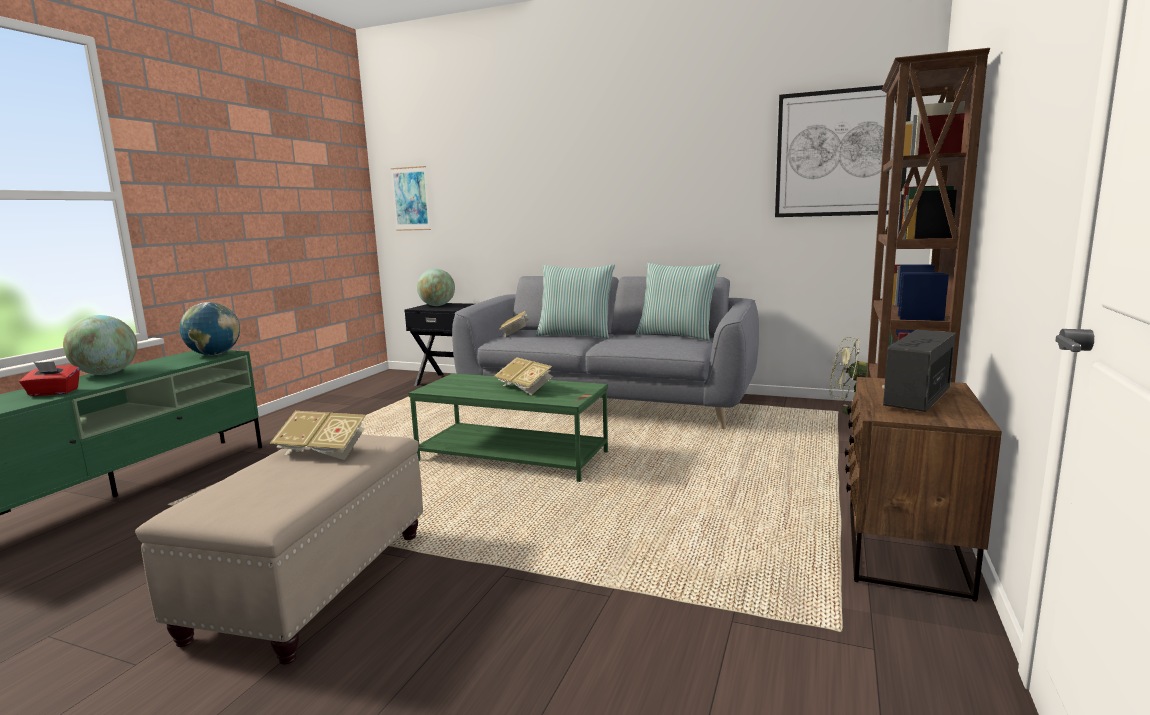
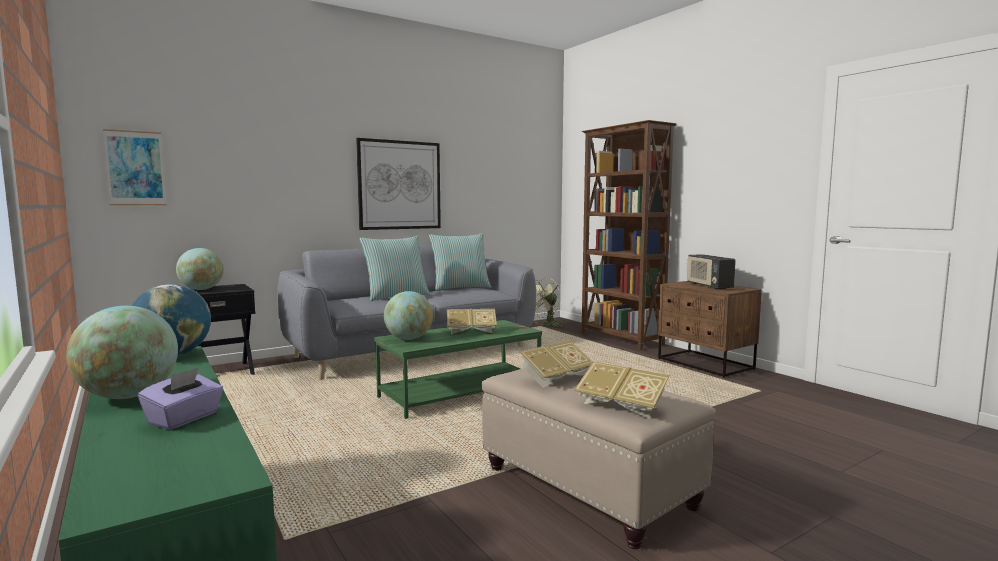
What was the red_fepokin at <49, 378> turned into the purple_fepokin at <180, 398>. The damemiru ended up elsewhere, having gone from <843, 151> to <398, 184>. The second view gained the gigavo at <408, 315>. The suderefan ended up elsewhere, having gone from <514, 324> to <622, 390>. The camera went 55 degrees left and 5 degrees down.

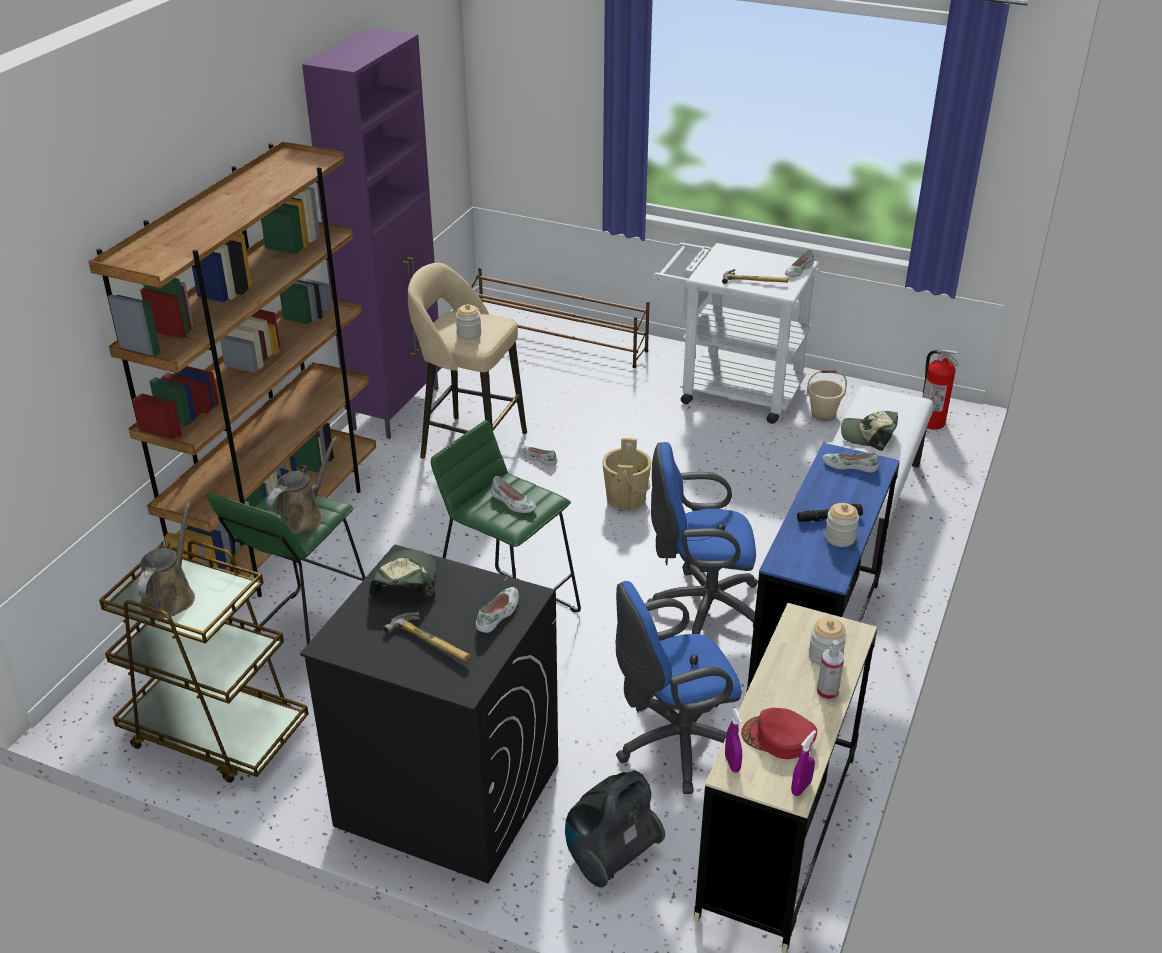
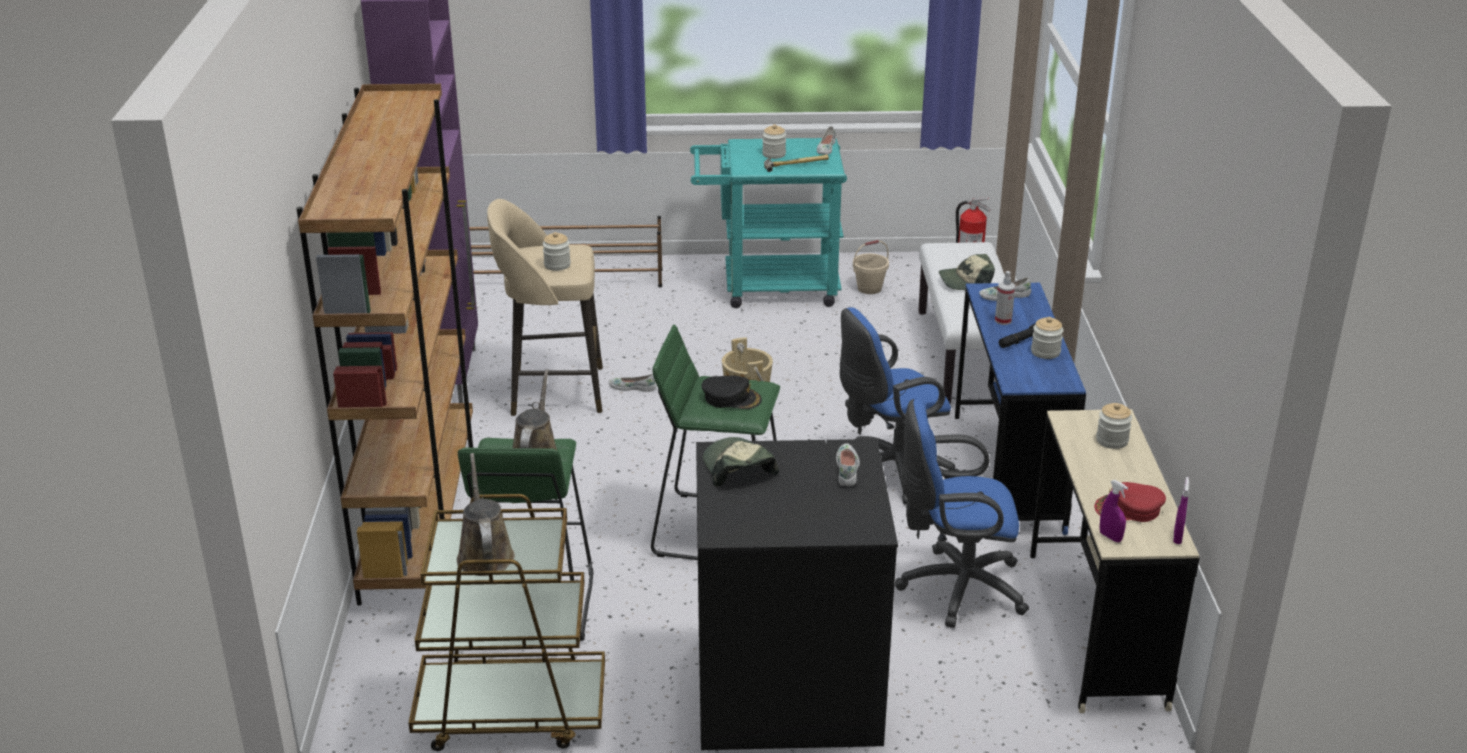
What was the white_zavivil at <735, 333> turned into the turquoise_zavivil at <768, 223>. Where the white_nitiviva stood at <513, 494>, the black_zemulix came to stand at <731, 392>. The second view gained the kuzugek at <774, 141>. The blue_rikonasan at <678, 687> ended up facing another way, 45 degrees clockwise from before. The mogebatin ended up elsewhere, having gone from <830, 670> to <1005, 298>. The second view lost the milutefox at <427, 637>. The second view lost the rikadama at <615, 829>. The camera went 25 degrees left and 5 degrees down.

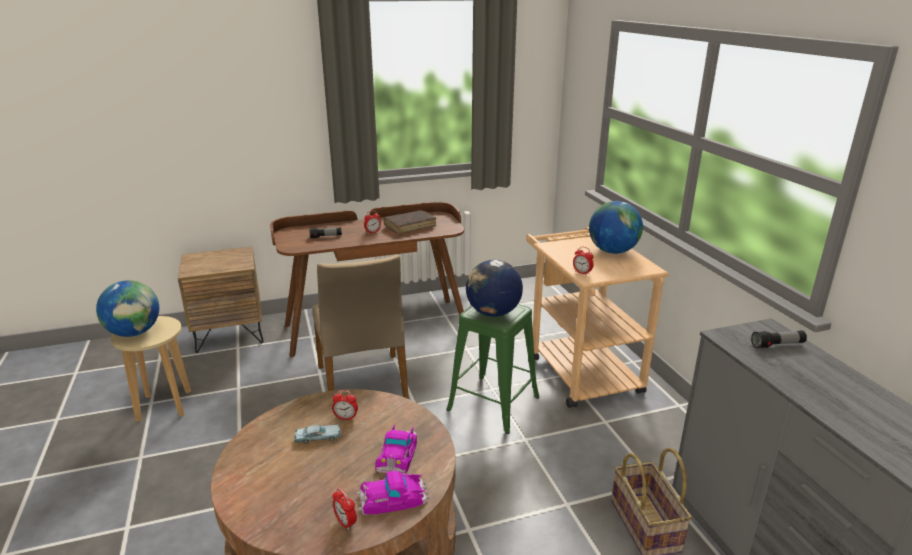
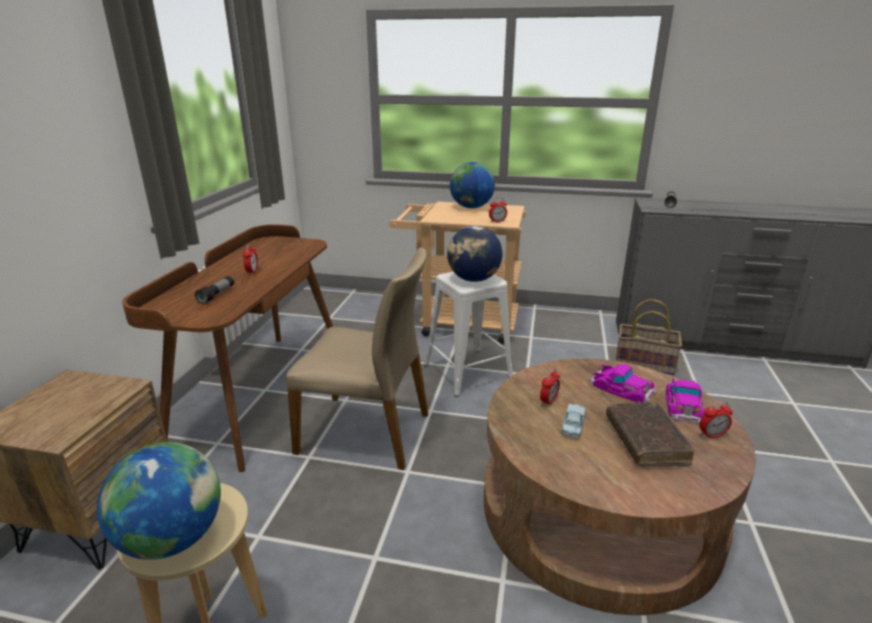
What was the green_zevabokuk at <492, 369> turned into the white_zevabokuk at <469, 334>. The brown_suderefan ended up elsewhere, having gone from <409, 223> to <650, 434>. The camera went 60 degrees left and 0 degrees up.

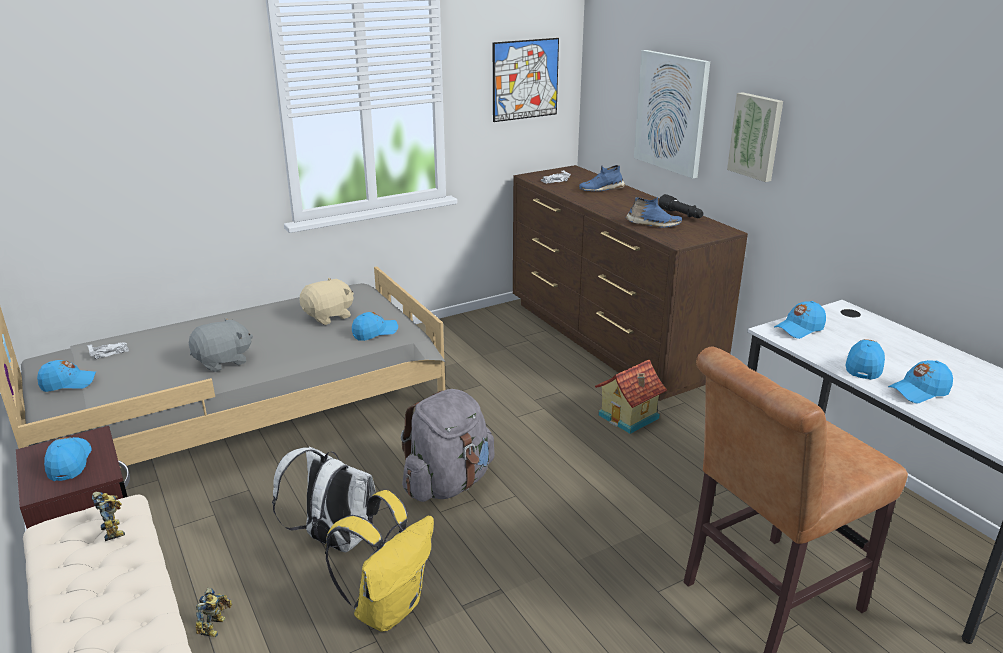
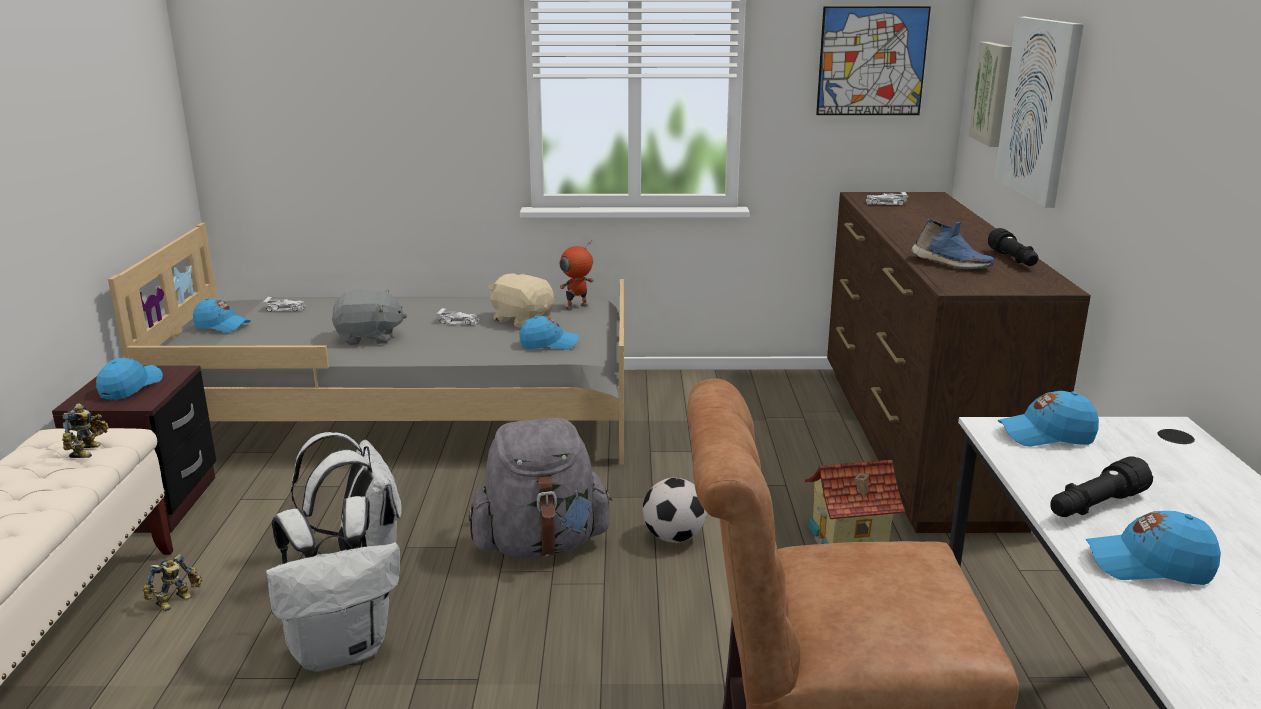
What was the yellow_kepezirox at <379, 561> turned into the white_kepezirox at <333, 584>. The second view gained the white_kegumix at <457, 316>. The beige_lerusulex at <327, 301> ended up facing another way, 135 degrees counterclockwise from before. The second view gained the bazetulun at <577, 275>. The second view gained the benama at <675, 510>. The damemiru ended up elsewhere, having gone from <755, 137> to <990, 94>. Where the blue_zemulix stood at <865, 359>, the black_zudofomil came to stand at <1101, 486>. The second view lost the blue_nitiviva at <602, 178>. The camera went 30 degrees right and 5 degrees down.

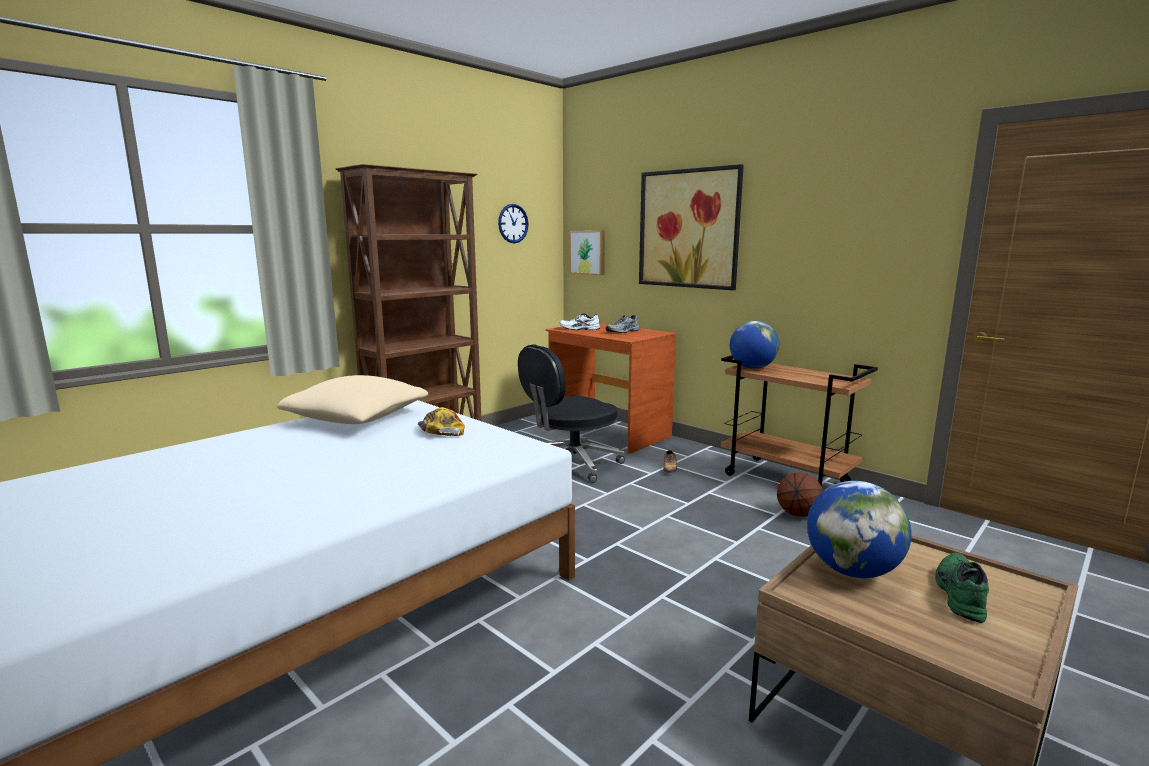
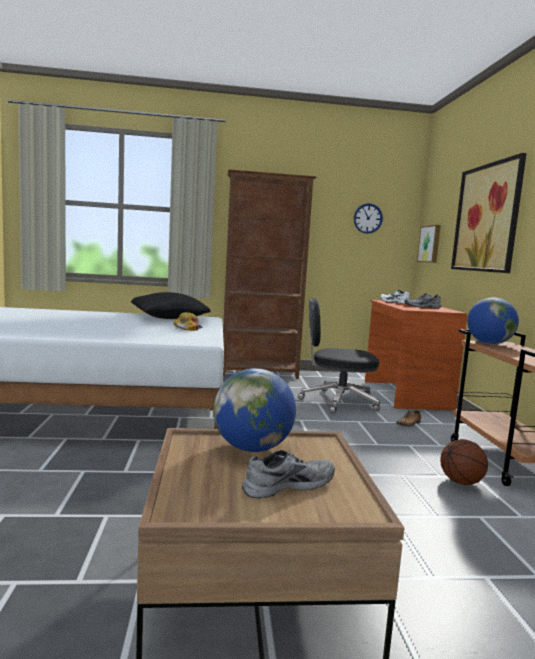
What was the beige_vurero at <352, 399> turned into the black_vurero at <171, 305>. What was the green_nitiviva at <962, 588> turned into the grey_nitiviva at <288, 474>. The camera went 40 degrees right and 5 degrees down.

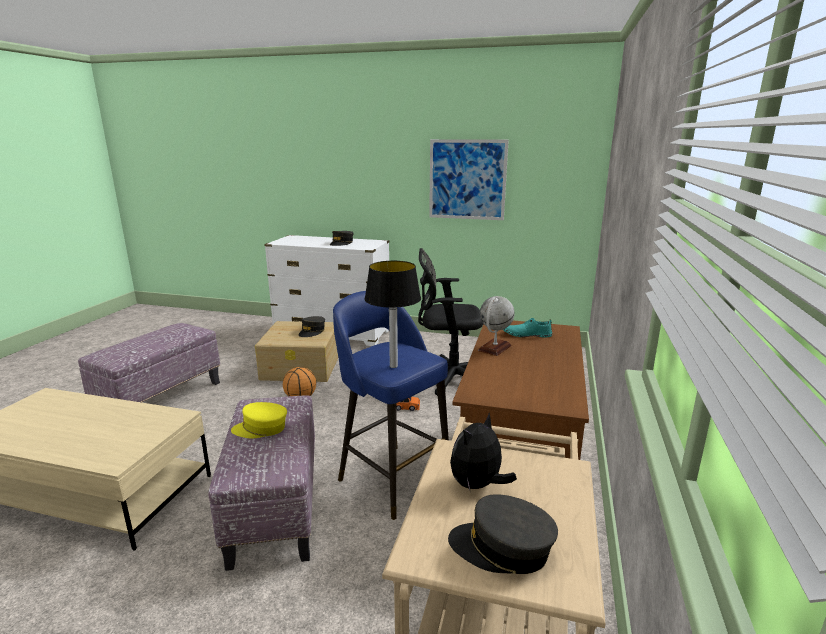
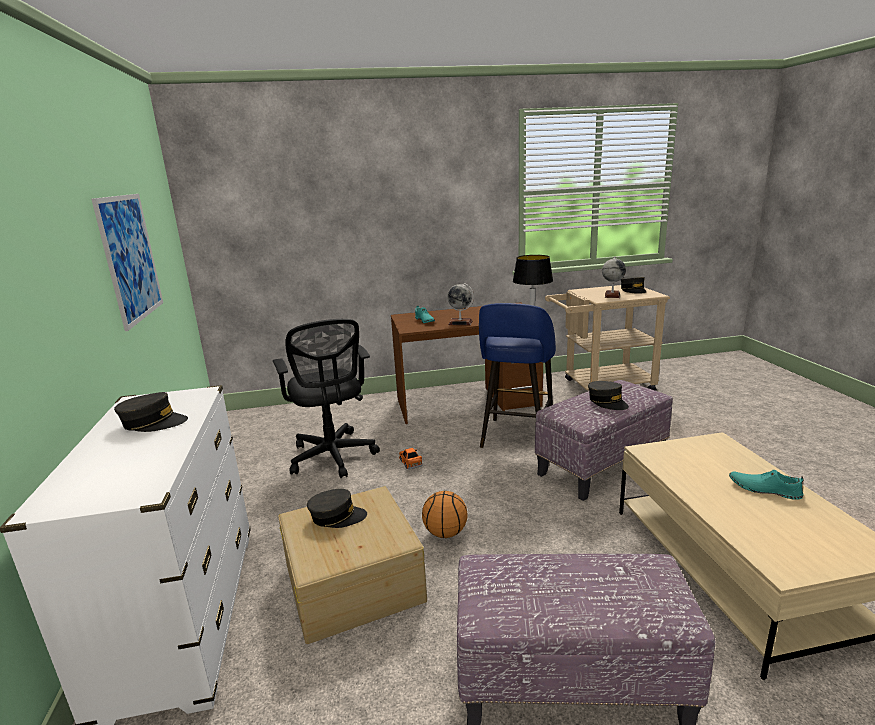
What was the yellow_zemulix at <259, 420> turned into the grey_zemulix at <608, 395>. Where the lerusulex stood at <483, 451>, the gigavo came to stand at <614, 277>. The second view gained the turquoise_nitiviva at <766, 485>. The camera went 115 degrees left and 0 degrees up.

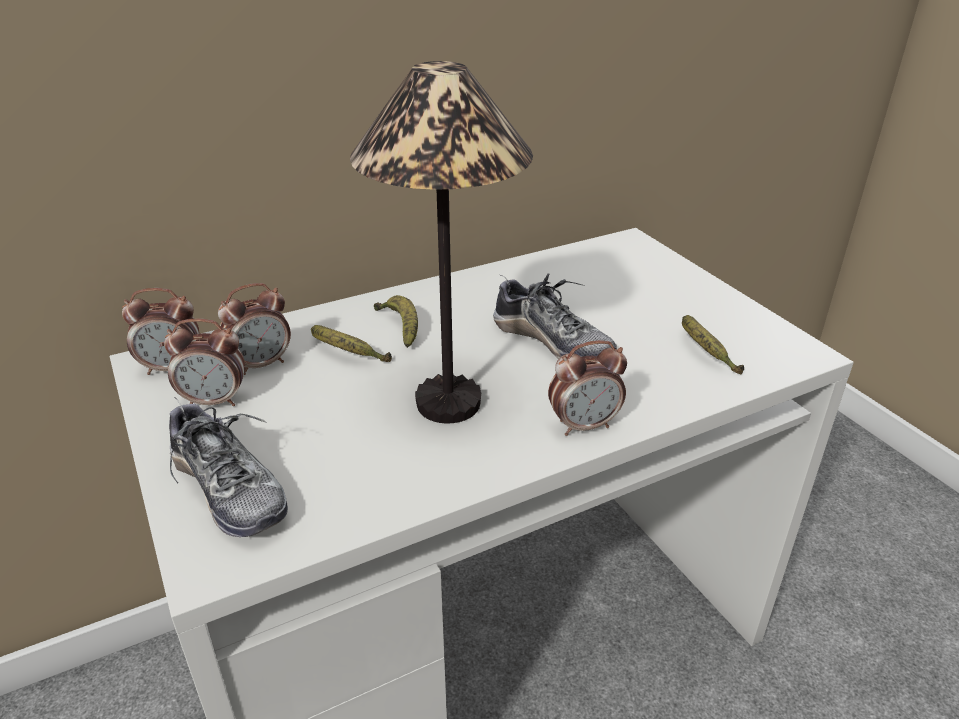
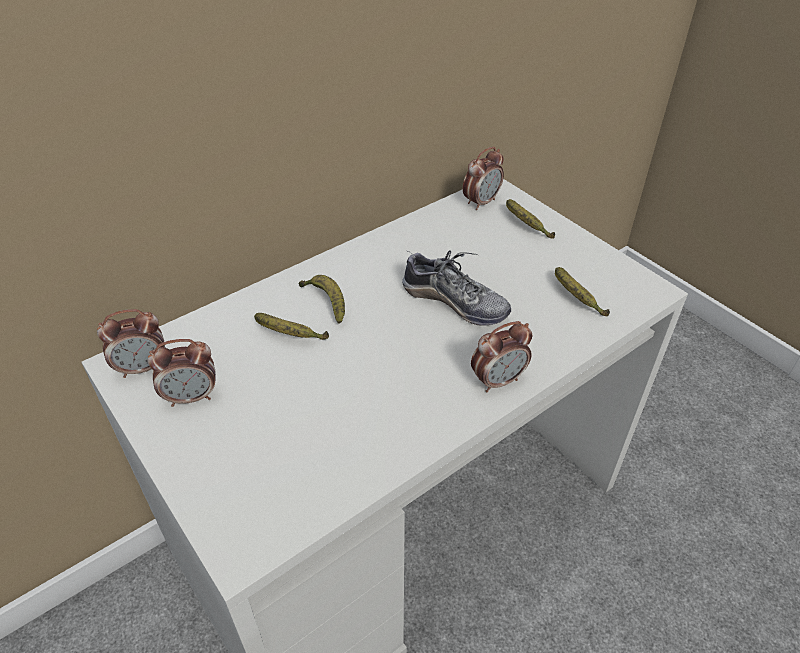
The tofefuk ended up elsewhere, having gone from <254, 329> to <483, 178>. The second view gained the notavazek at <530, 219>. The second view lost the nitiviva at <228, 467>. The second view lost the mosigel at <441, 242>. The camera went 10 degrees left and 10 degrees up.

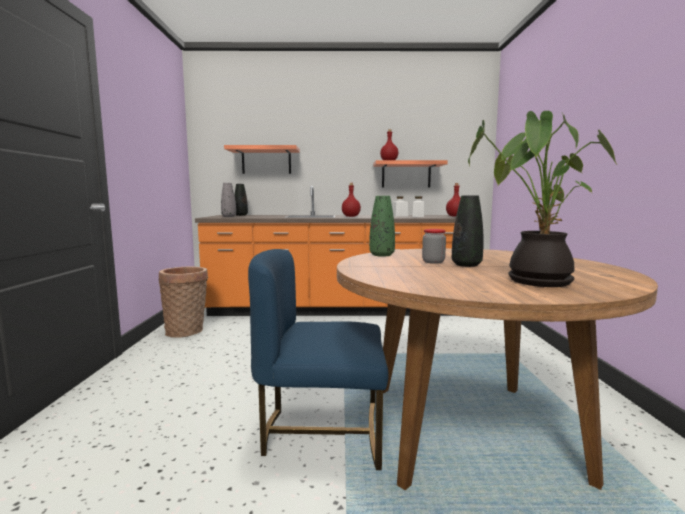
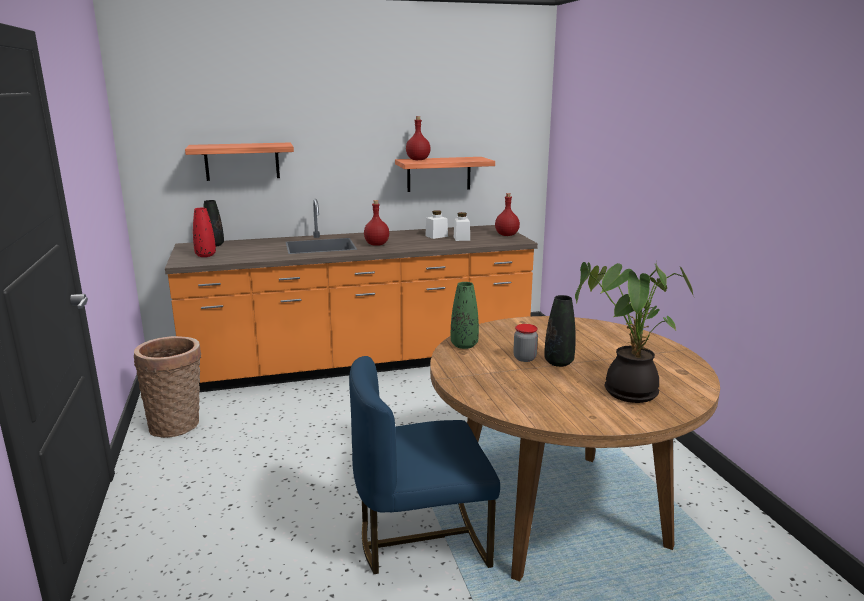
What was the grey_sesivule at <228, 200> turned into the red_sesivule at <204, 232>. The camera went 15 degrees left and 10 degrees up.

